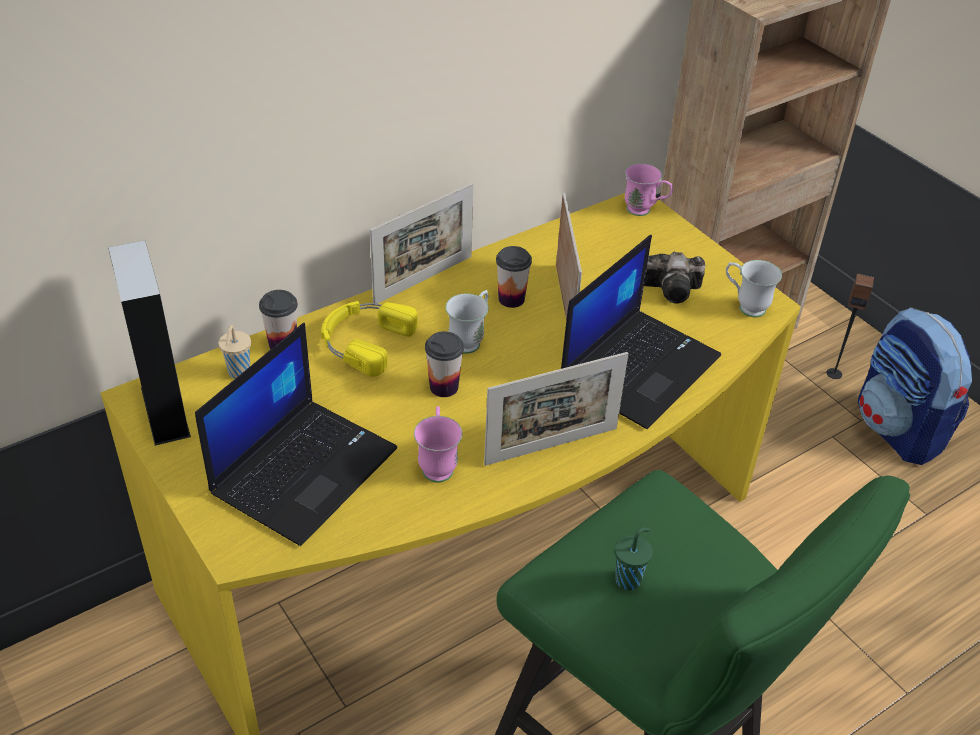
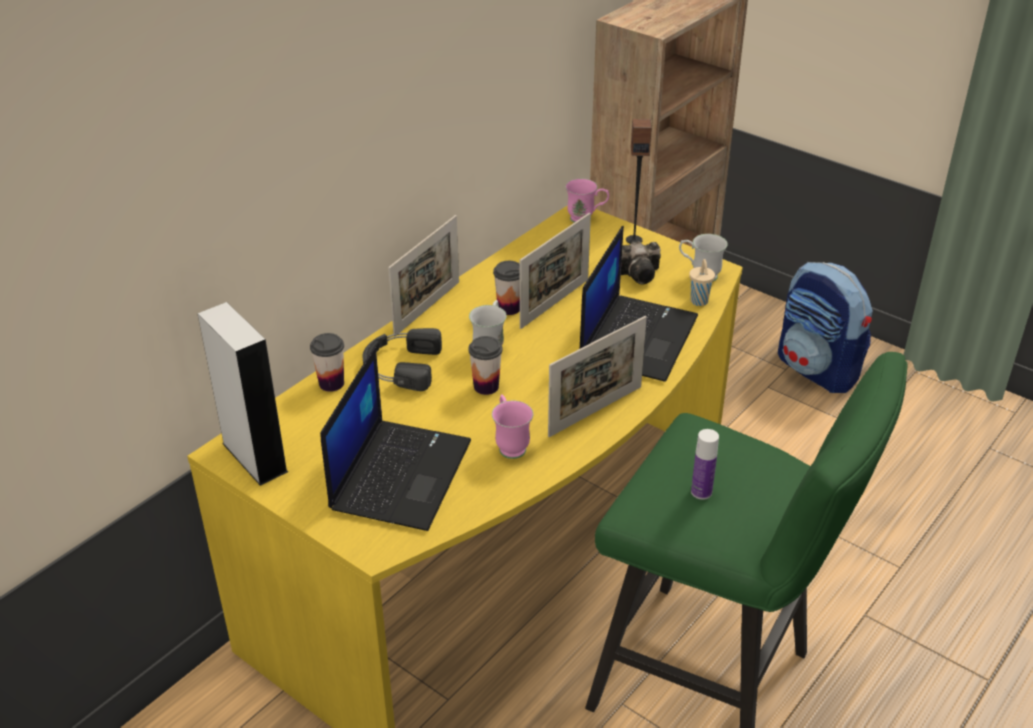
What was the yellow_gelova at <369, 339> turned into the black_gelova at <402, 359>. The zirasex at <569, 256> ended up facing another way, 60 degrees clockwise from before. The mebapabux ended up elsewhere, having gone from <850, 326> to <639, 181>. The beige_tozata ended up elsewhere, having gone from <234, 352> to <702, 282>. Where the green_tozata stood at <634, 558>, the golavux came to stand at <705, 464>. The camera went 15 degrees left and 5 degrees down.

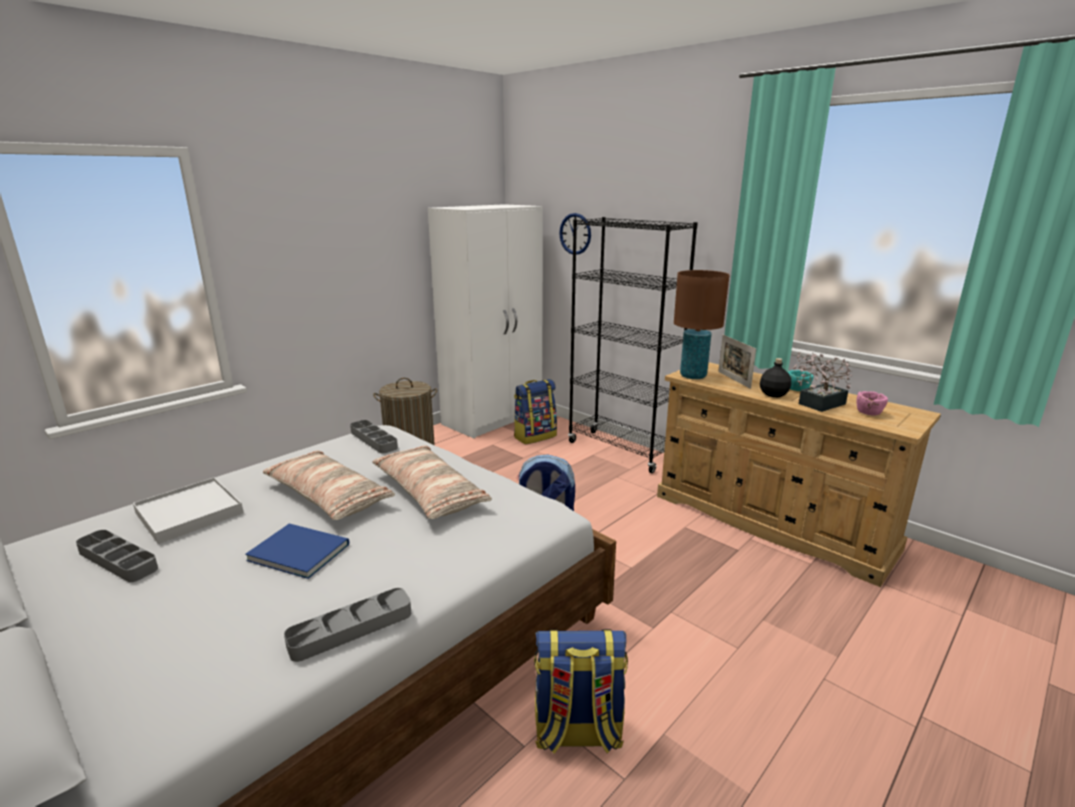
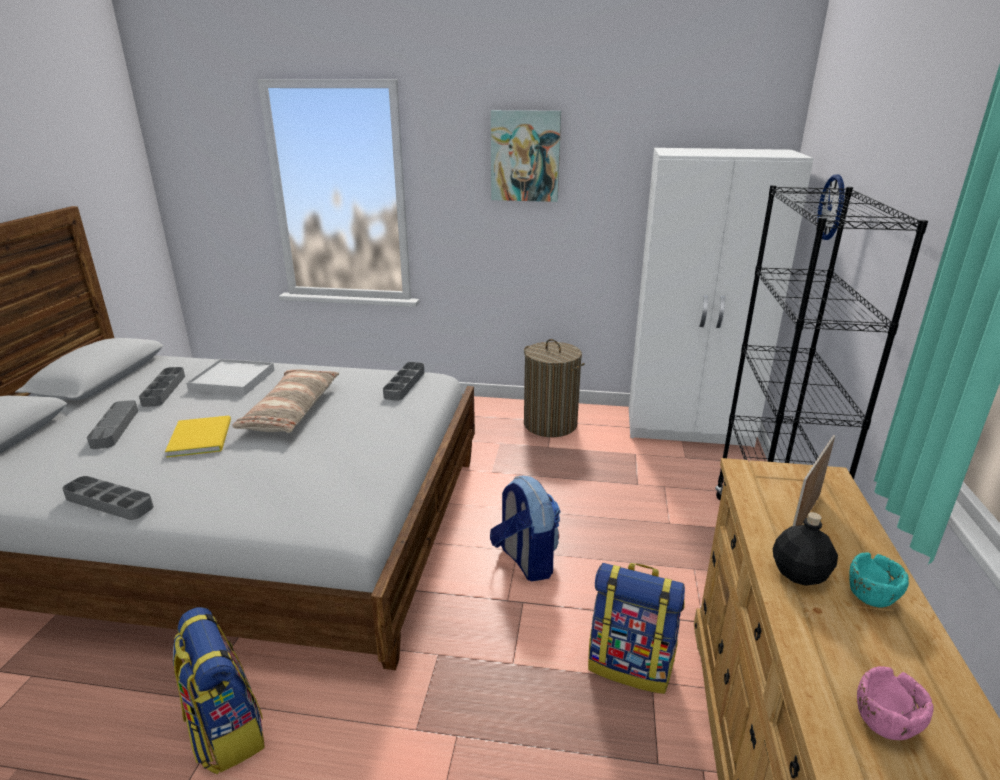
The second view gained the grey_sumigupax at <112, 424>. What was the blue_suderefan at <297, 551> turned into the yellow_suderefan at <198, 436>. The second view gained the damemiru at <526, 156>. The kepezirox ended up elsewhere, having gone from <535, 411> to <636, 628>. The second view lost the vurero at <432, 482>. The second view lost the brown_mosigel at <701, 324>. The second view lost the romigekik at <822, 382>. The camera went 55 degrees right and 5 degrees up.

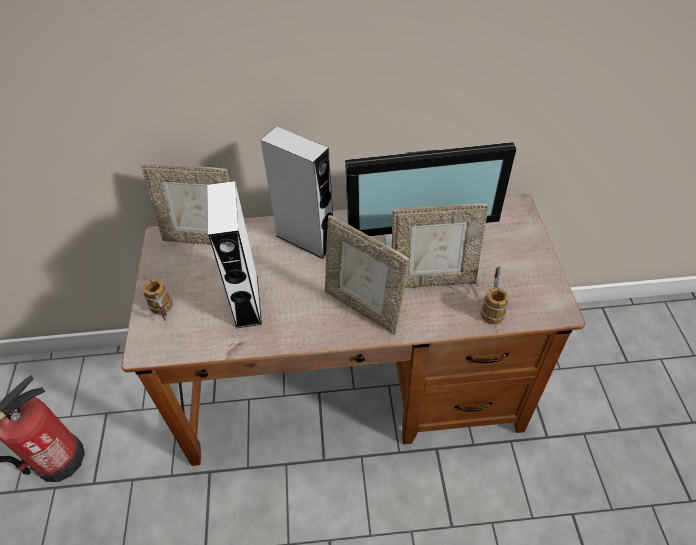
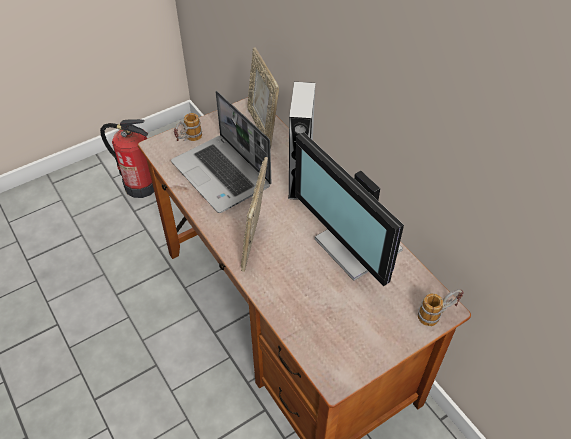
Where the white_mebapabux stood at <234, 254>, the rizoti came to stand at <221, 152>. The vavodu ended up elsewhere, having gone from <495, 295> to <441, 308>. The second view lost the zirasex at <440, 246>. The camera went 60 degrees right and 0 degrees up.

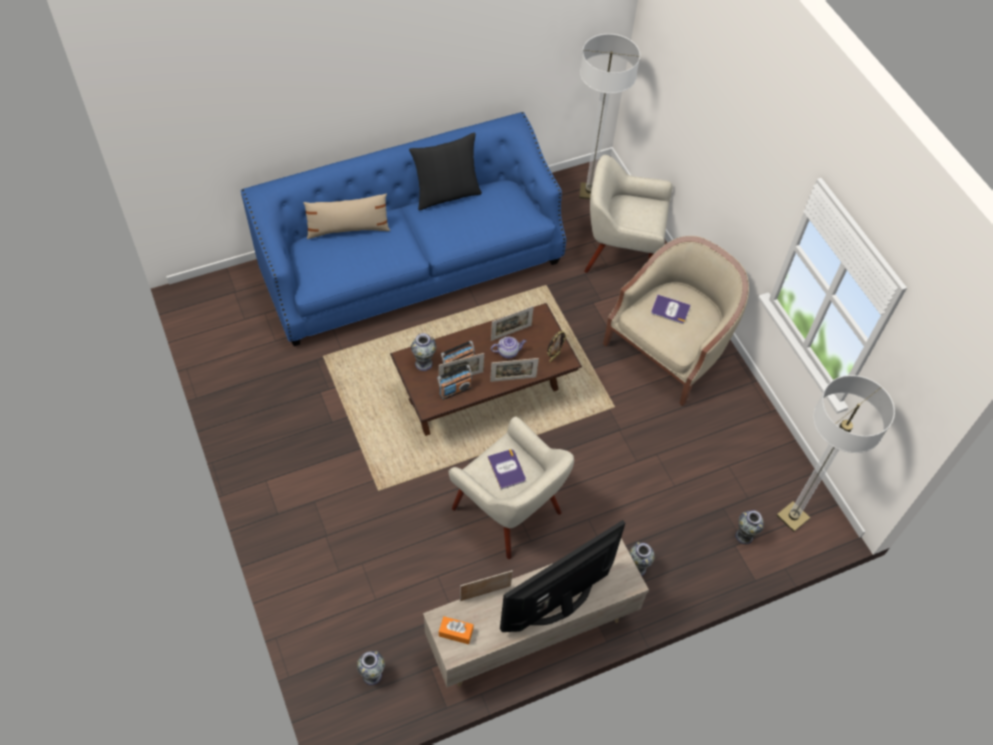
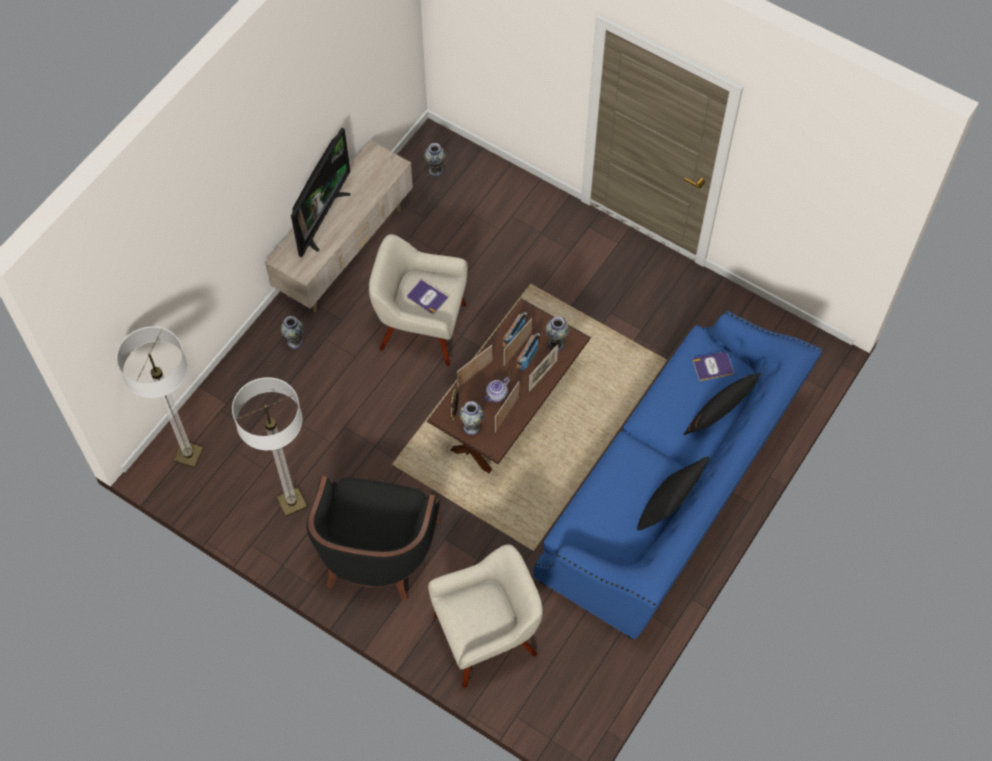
The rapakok ended up elsewhere, having gone from <609, 116> to <269, 447>. What was the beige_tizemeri at <676, 321> turned into the black_tizemeri at <373, 539>. The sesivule ended up elsewhere, having gone from <749, 527> to <471, 418>. The zirasex ended up elsewhere, having gone from <486, 585> to <543, 368>. What was the beige_vurero at <346, 216> turned into the black_vurero at <722, 404>. The suderefan ended up elsewhere, having gone from <671, 309> to <713, 366>. The second view lost the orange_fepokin at <456, 630>. The camera went 150 degrees right and 5 degrees up.

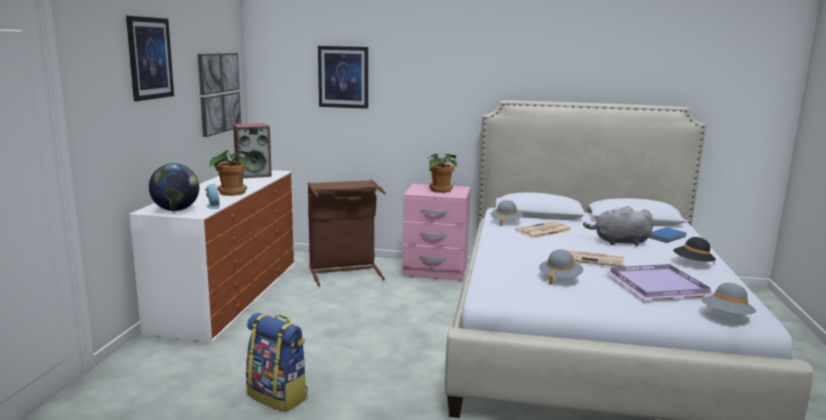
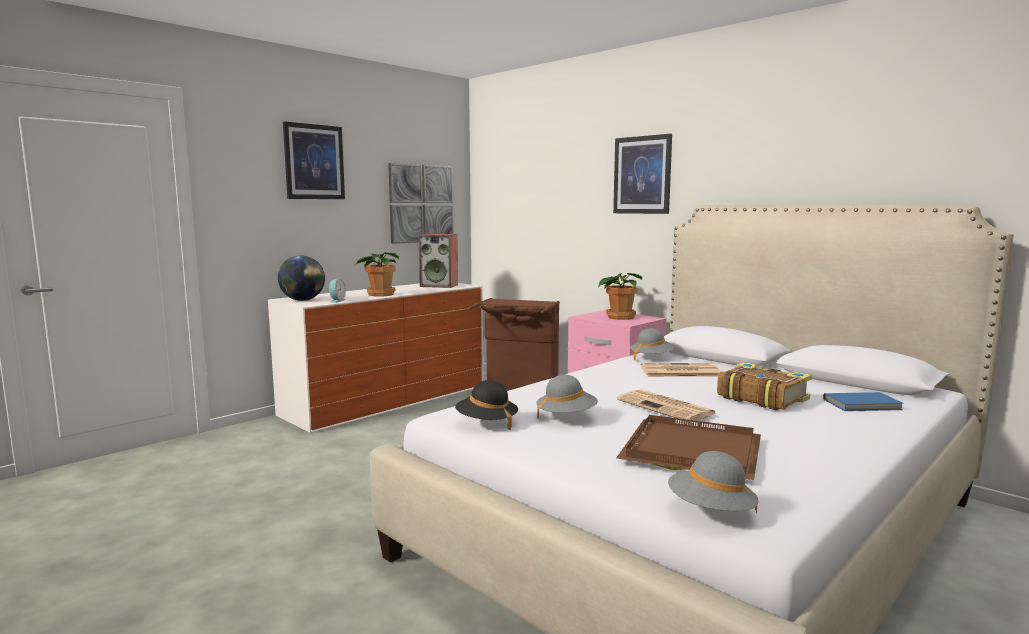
The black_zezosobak ended up elsewhere, having gone from <694, 250> to <486, 405>. The damemiru ended up elsewhere, having gone from <343, 77> to <642, 174>. What was the purple_sumigupax at <659, 281> turned into the brown_sumigupax at <688, 447>. Where the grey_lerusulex stood at <618, 226>, the suderefan came to stand at <764, 386>. The second view lost the kepezirox at <277, 362>. The camera went 35 degrees right and 5 degrees down.

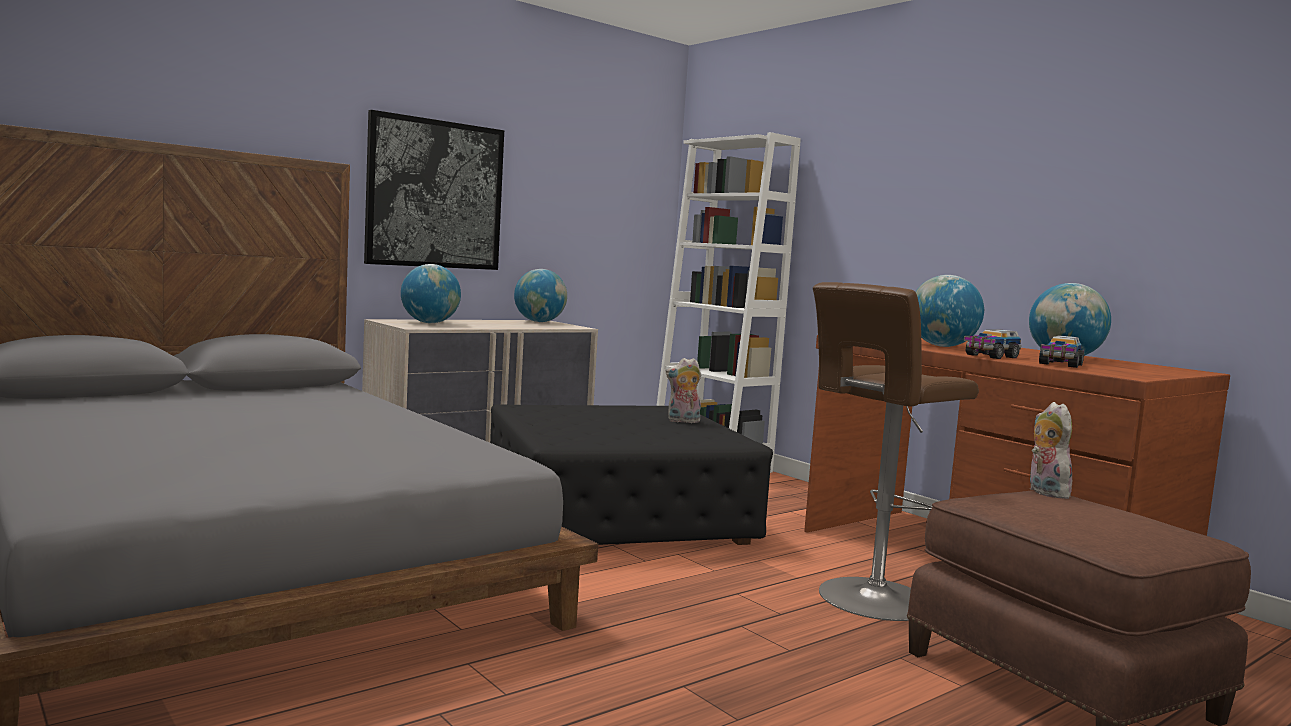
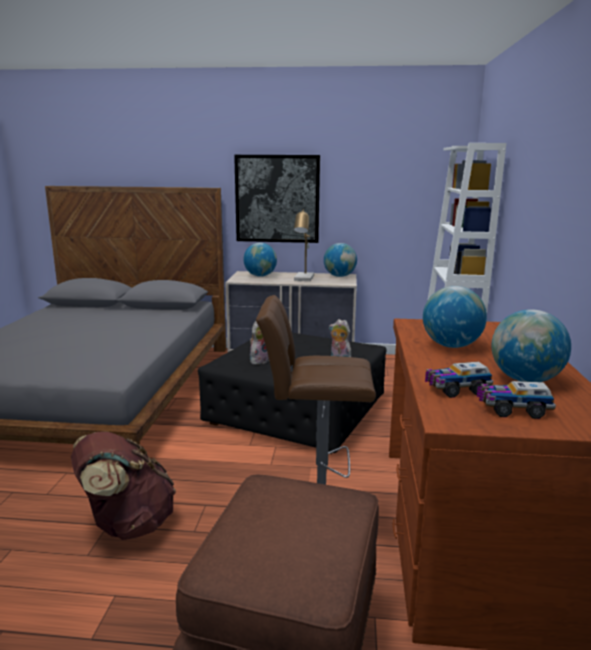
The second view gained the brown_kepezirox at <123, 485>. The lerusulex ended up elsewhere, having gone from <1051, 450> to <259, 343>. The second view gained the mosigel at <304, 245>. The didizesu ended up elsewhere, having gone from <993, 344> to <516, 400>. The camera went 45 degrees right and 10 degrees up.

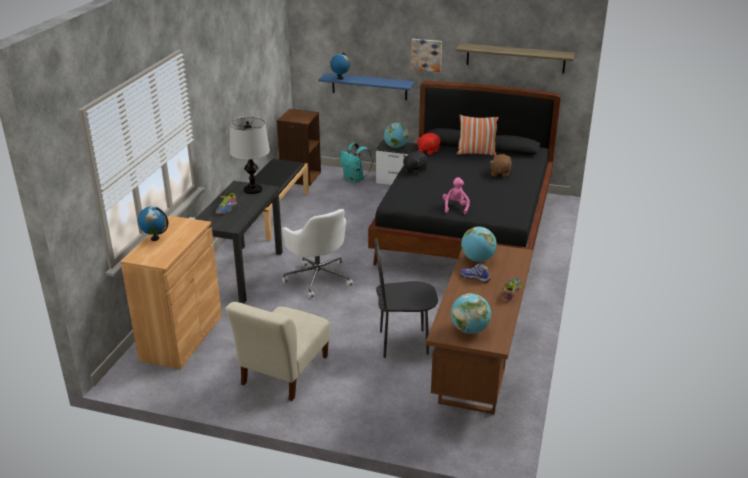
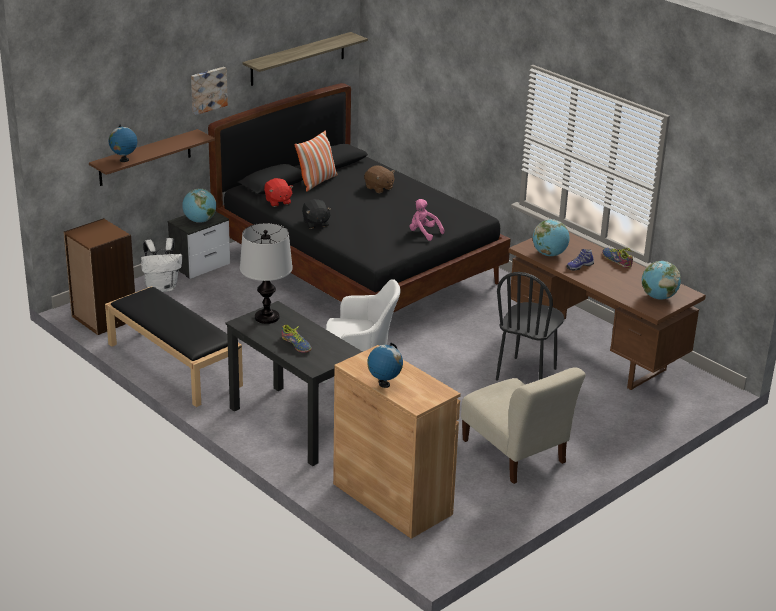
What was the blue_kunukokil at <366, 86> turned into the brown_kunukokil at <152, 157>. What was the turquoise_kepezirox at <356, 163> turned into the white_kepezirox at <161, 265>. The camera went 60 degrees left and 0 degrees up.

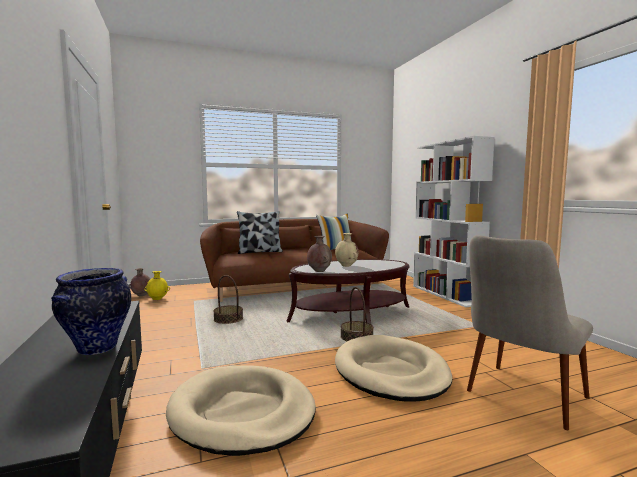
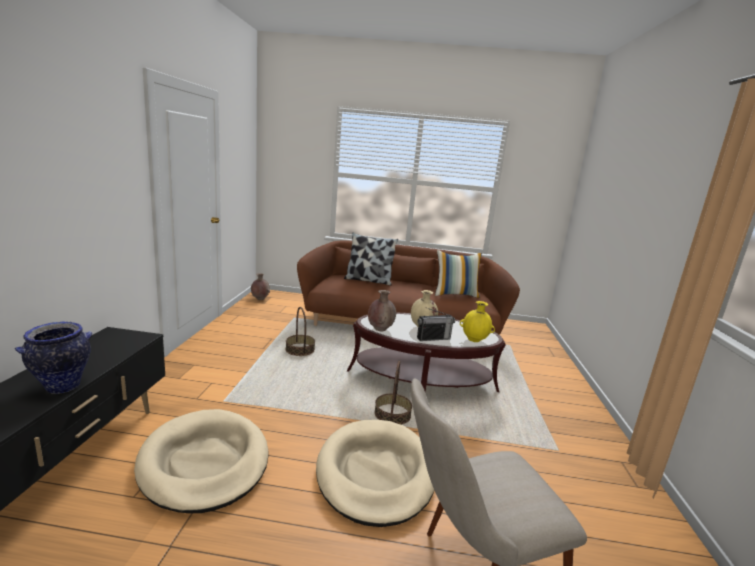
The second view gained the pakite at <436, 324>. The yellow_sesivule ended up elsewhere, having gone from <157, 285> to <477, 321>. The second view lost the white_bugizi at <454, 221>. The camera went 25 degrees right and 10 degrees up.

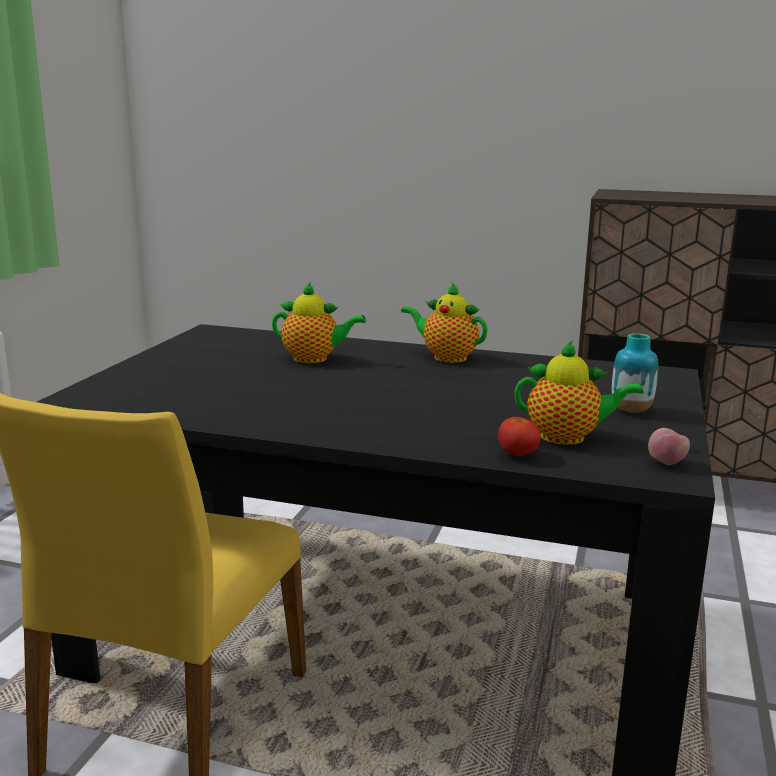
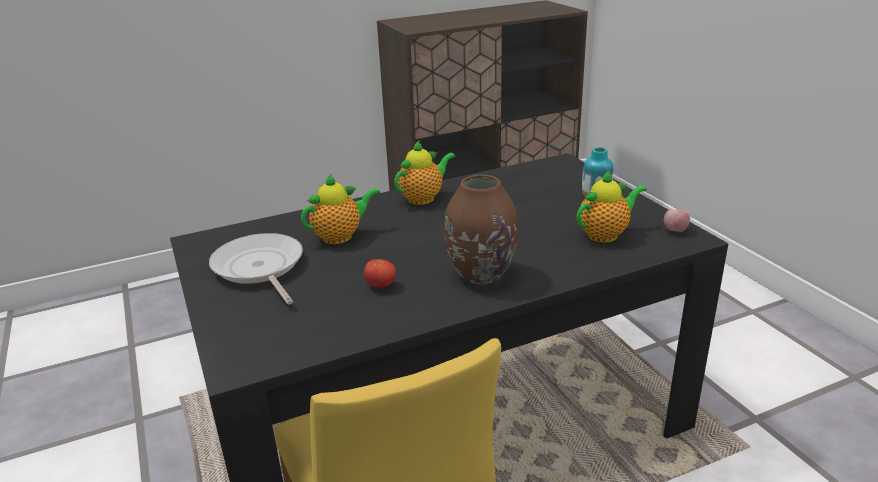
The second view gained the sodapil at <256, 268>. The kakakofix ended up elsewhere, having gone from <519, 436> to <380, 273>. The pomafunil at <444, 323> ended up facing another way, 150 degrees clockwise from before. The second view gained the brown_sesivule at <481, 229>. The camera went 40 degrees left and 10 degrees up.

